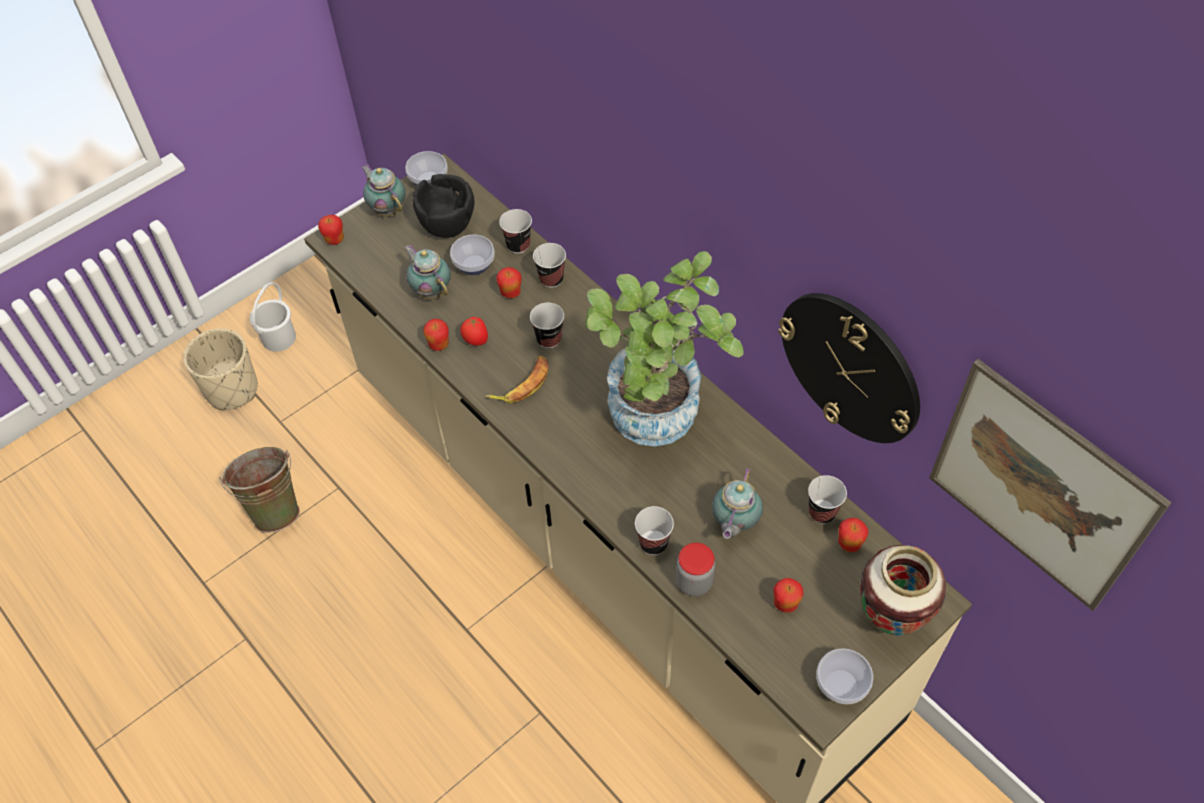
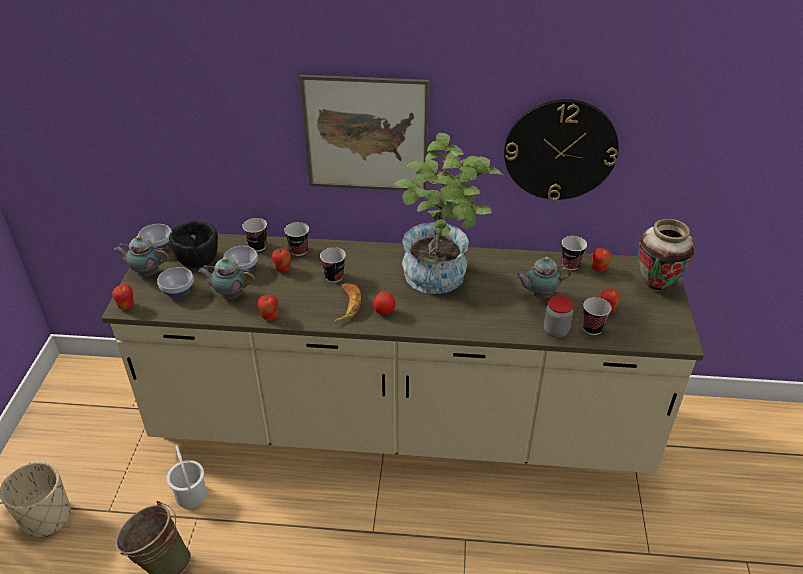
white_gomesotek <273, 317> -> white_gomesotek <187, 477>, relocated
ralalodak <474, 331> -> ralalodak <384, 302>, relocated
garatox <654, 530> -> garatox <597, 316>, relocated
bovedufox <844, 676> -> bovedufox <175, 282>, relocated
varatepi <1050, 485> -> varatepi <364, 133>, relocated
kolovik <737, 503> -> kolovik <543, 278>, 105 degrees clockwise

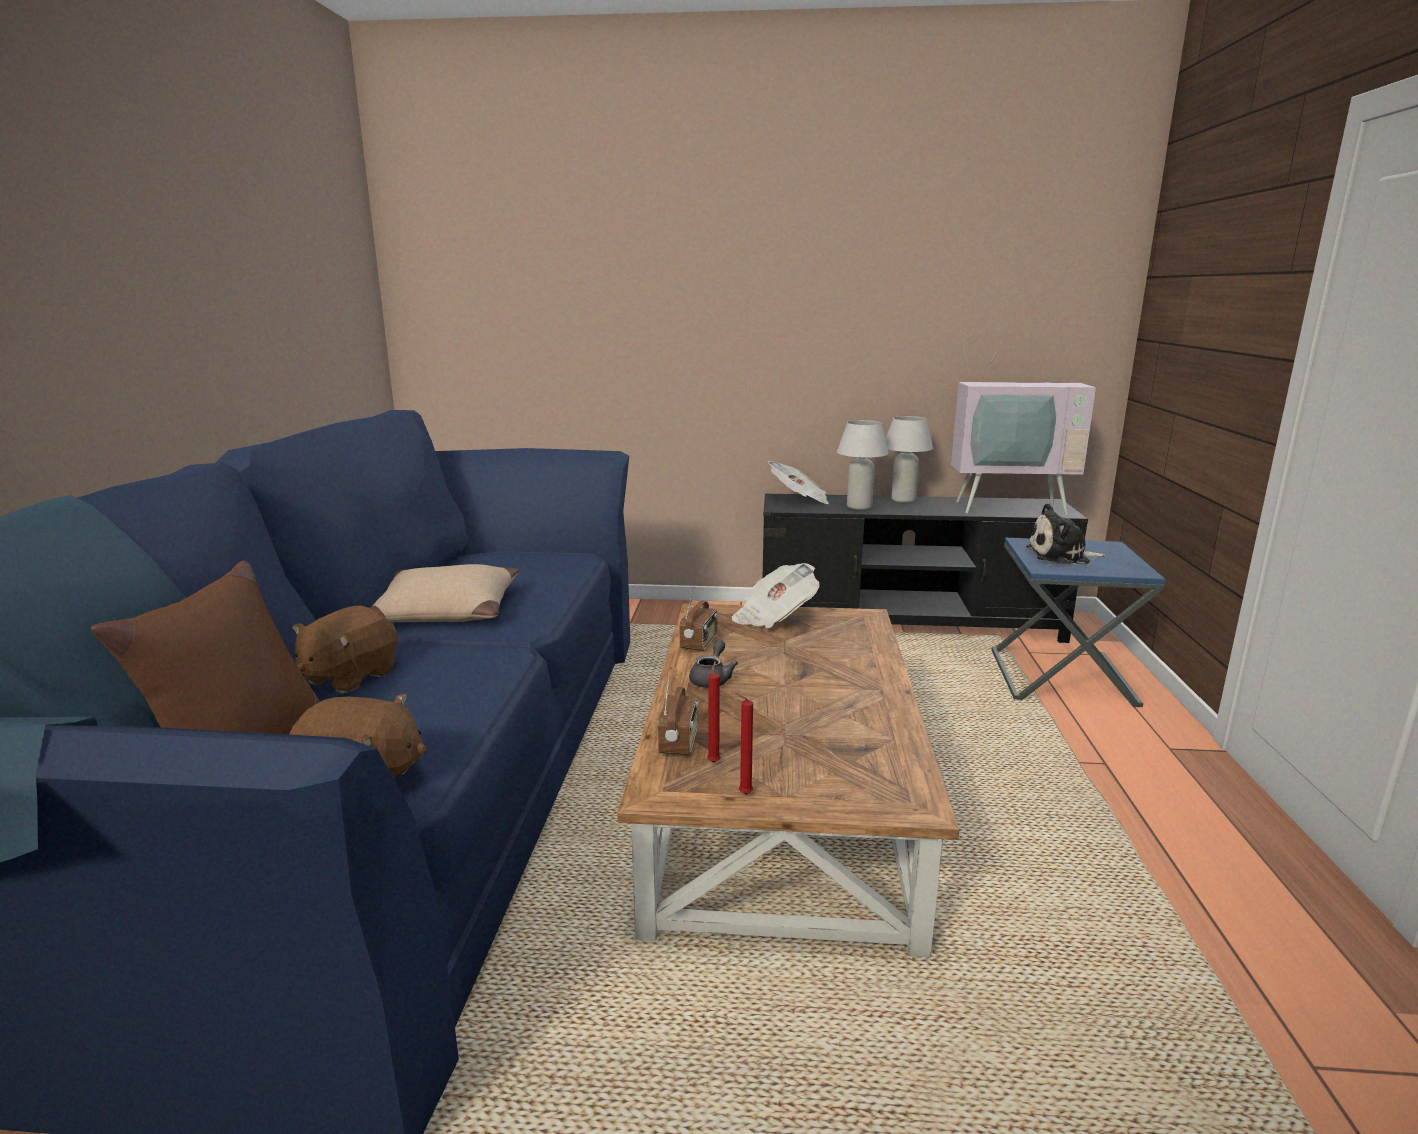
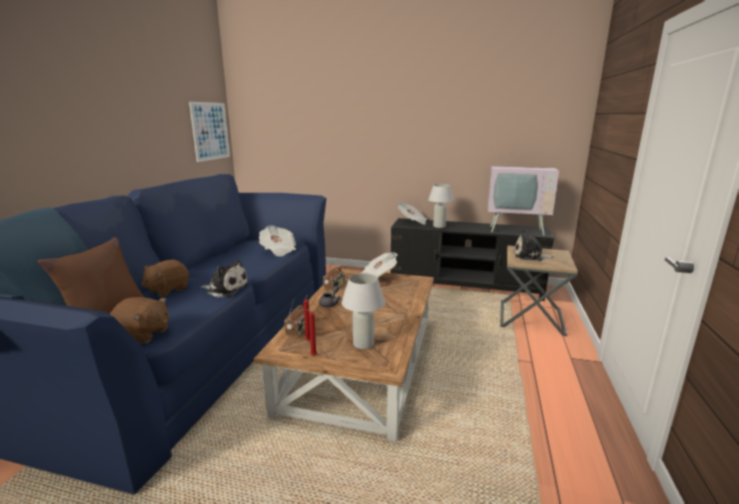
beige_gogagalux <444, 593> -> none
none -> varatepi <209, 132>
none -> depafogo <225, 278>
none -> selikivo <277, 241>
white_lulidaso <909, 459> -> white_lulidaso <363, 311>, relocated
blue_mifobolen <1078, 623> -> brown_mifobolen <539, 290>

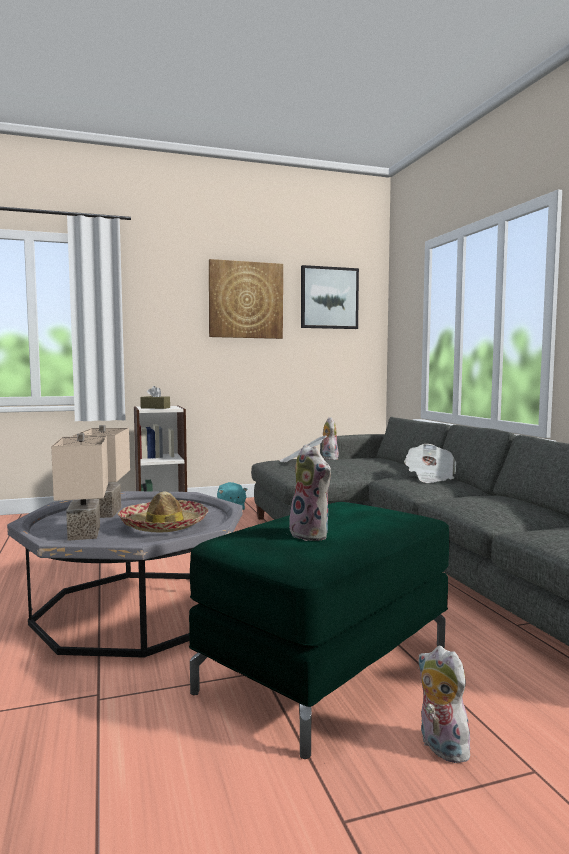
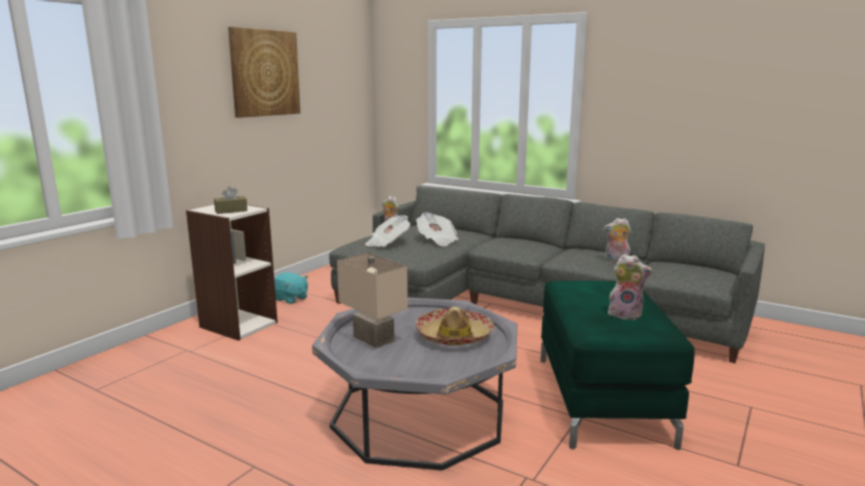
beige_lulidaso <79, 487> -> none
varatepi <330, 297> -> none
selikivo <430, 463> -> selikivo <437, 229>, relocated
depafogo <444, 704> -> depafogo <617, 241>, relocated

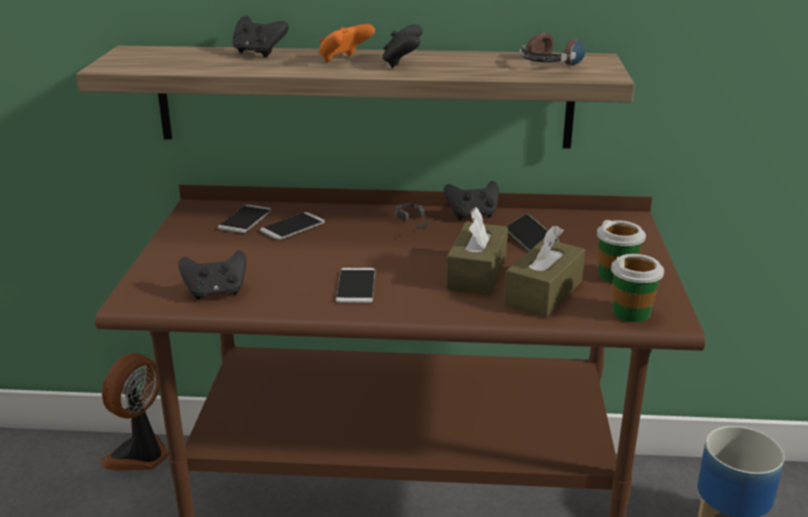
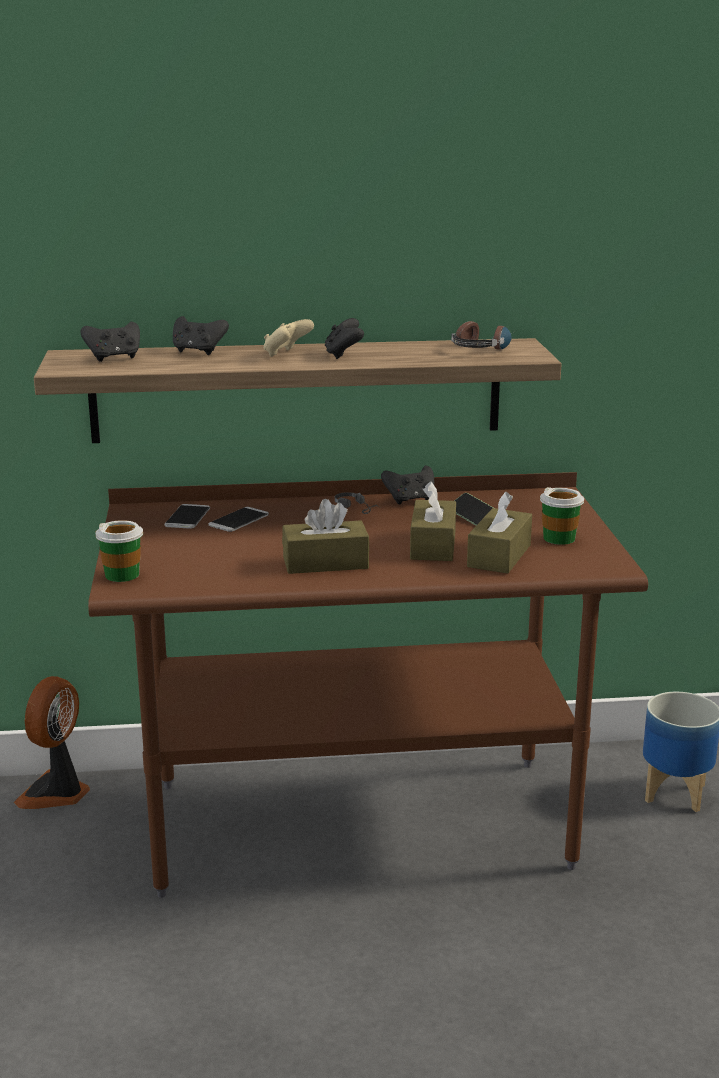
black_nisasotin <212, 274> -> black_nisasotin <110, 342>, relocated
garatox <637, 288> -> garatox <119, 551>, relocated
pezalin <355, 285> -> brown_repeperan <325, 536>
orange_nisasotin <347, 43> -> beige_nisasotin <289, 338>

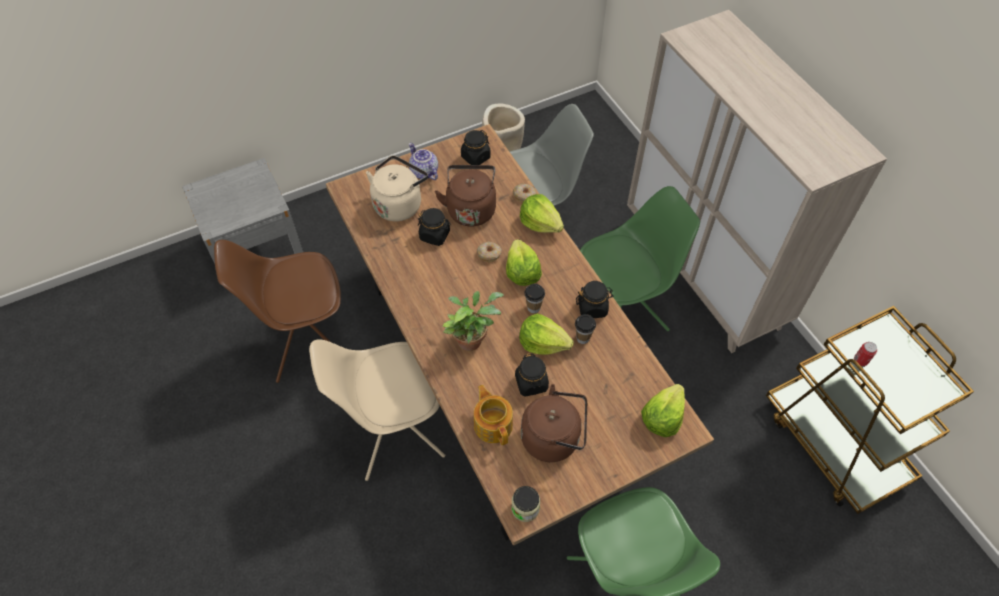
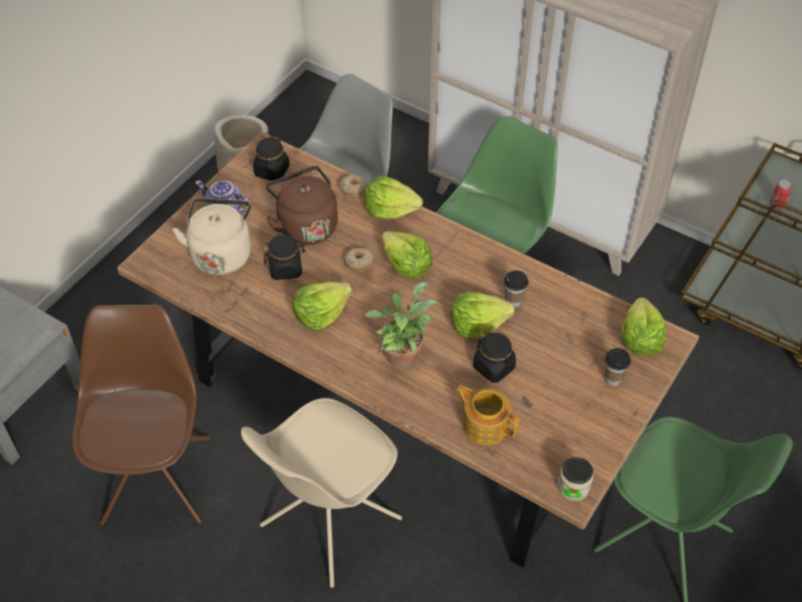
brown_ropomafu <554, 423> -> none
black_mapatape <595, 299> -> none
none -> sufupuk <322, 306>
garatox <534, 298> -> garatox <618, 367>, relocated
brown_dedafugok <277, 311> -> brown_dedafugok <141, 415>, 135 degrees clockwise

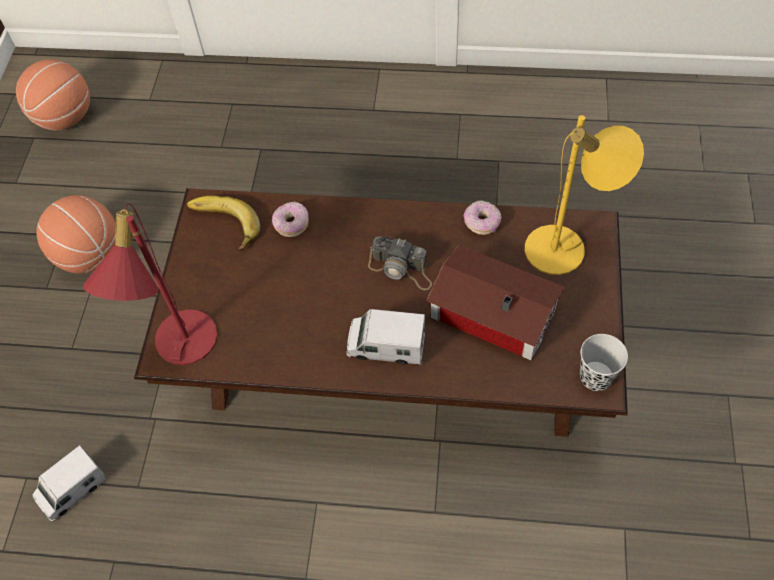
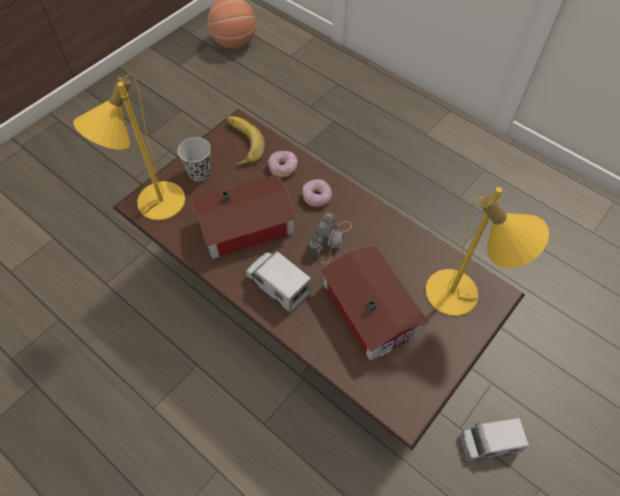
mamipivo <76, 234> -> none
none -> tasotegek <244, 217>
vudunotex <70, 483> -> vudunotex <494, 439>, relocated
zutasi <483, 217> -> zutasi <317, 193>, relocated
black_garatox <604, 362> -> black_garatox <194, 159>, relocated
red_lulidaso <150, 284> -> yellow_lulidaso <129, 147>
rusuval <400, 263> -> rusuval <330, 238>, 120 degrees counterclockwise

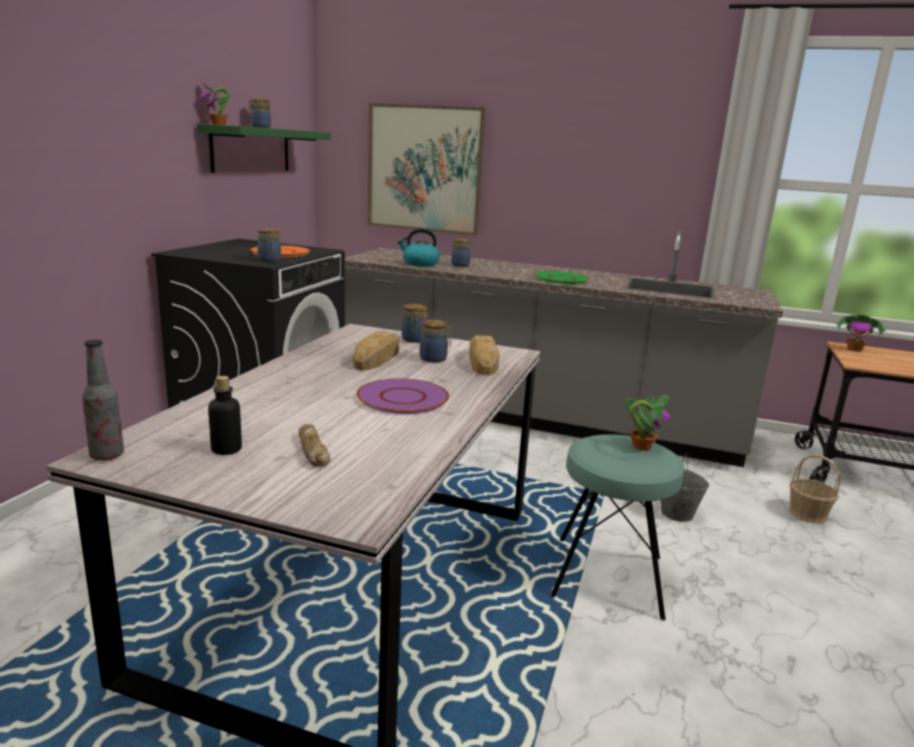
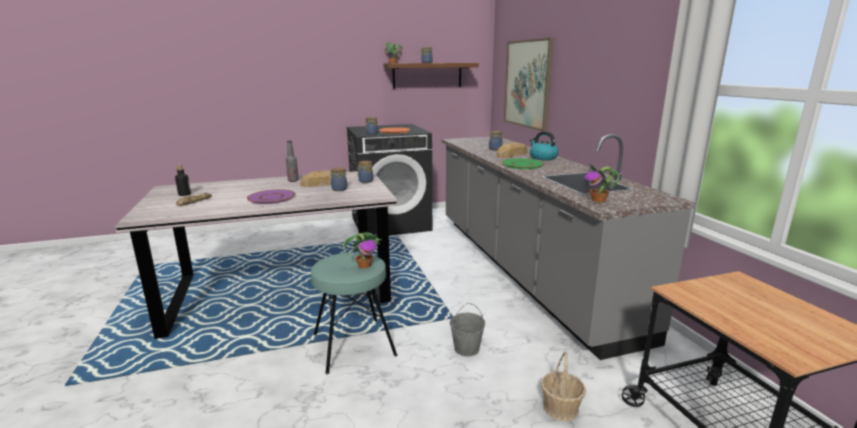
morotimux <103, 400> -> morotimux <292, 161>, relocated
ropomafu <419, 247> -> ropomafu <544, 145>, relocated
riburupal <484, 355> -> riburupal <512, 150>, relocated
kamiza <860, 333> -> kamiza <601, 182>, relocated
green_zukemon <264, 148> -> brown_zukemon <431, 75>

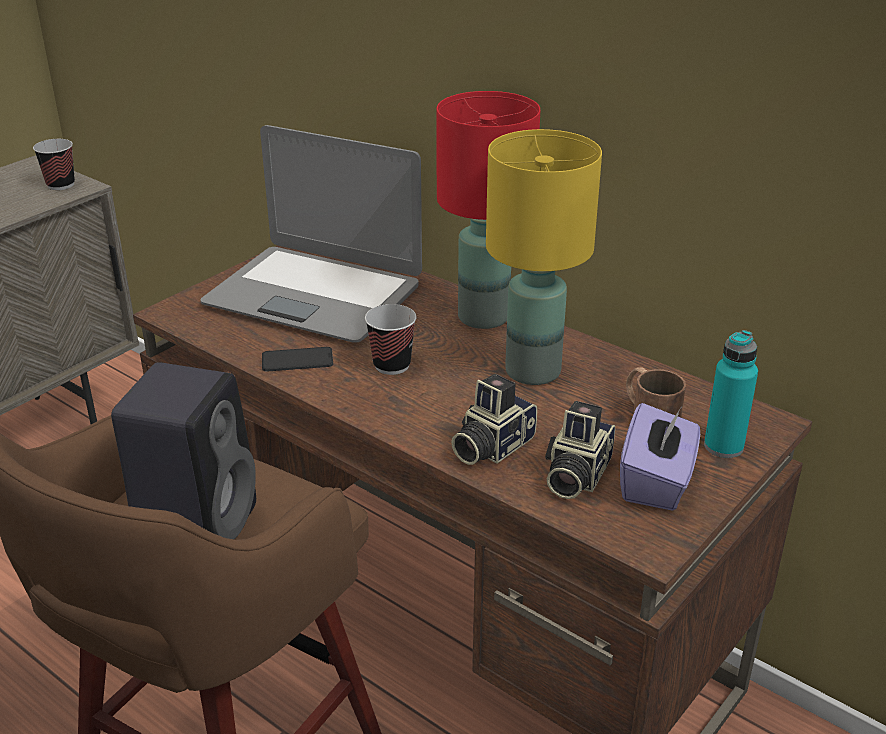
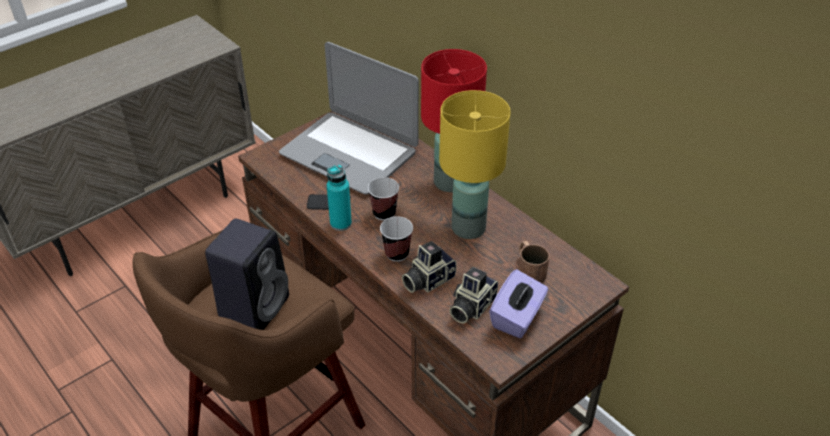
garatox <54, 164> -> garatox <396, 239>, relocated
turquoise_morotimux <731, 394> -> turquoise_morotimux <339, 198>, relocated

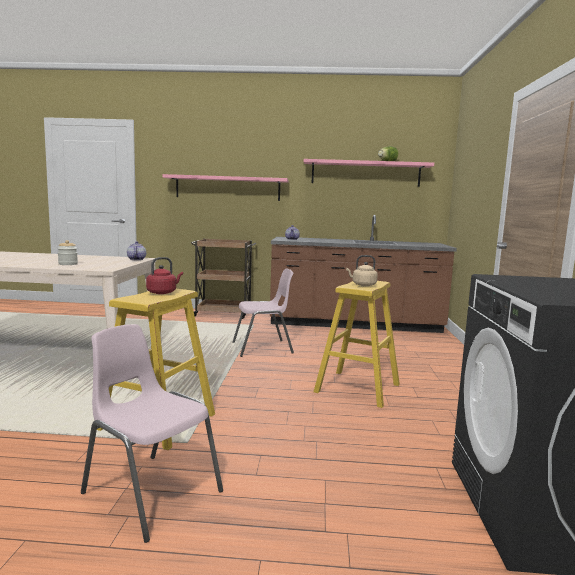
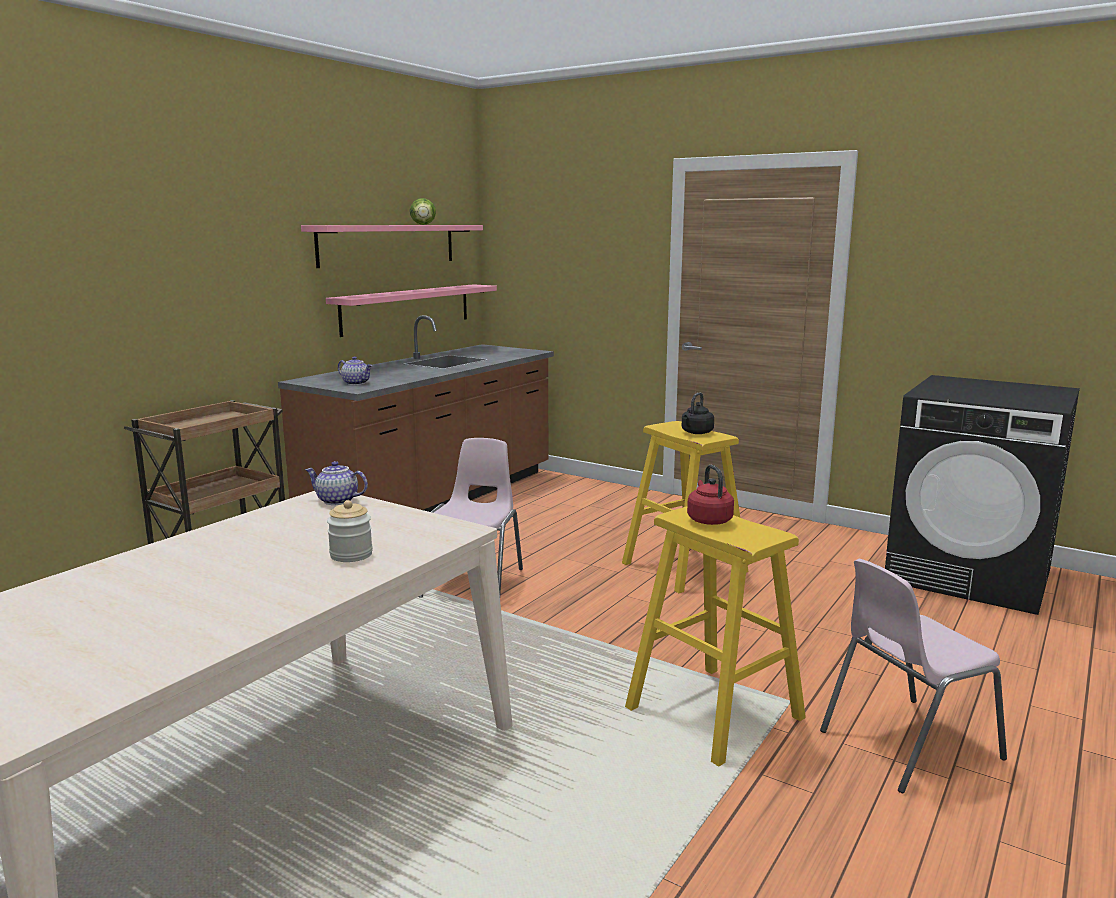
pink_zukemon <225, 187> -> pink_zukemon <411, 310>, relocated
beige_ropomafu <362, 270> -> black_ropomafu <698, 413>

